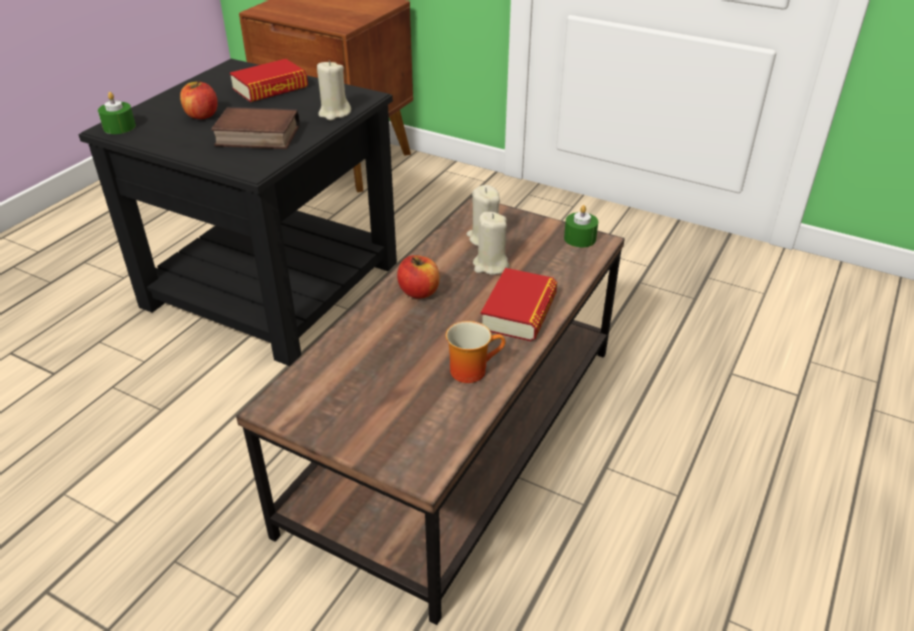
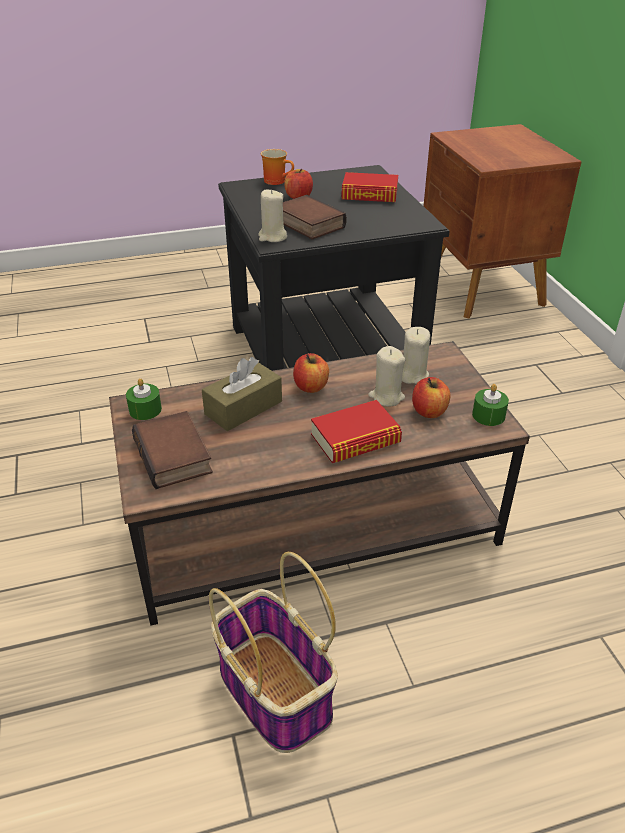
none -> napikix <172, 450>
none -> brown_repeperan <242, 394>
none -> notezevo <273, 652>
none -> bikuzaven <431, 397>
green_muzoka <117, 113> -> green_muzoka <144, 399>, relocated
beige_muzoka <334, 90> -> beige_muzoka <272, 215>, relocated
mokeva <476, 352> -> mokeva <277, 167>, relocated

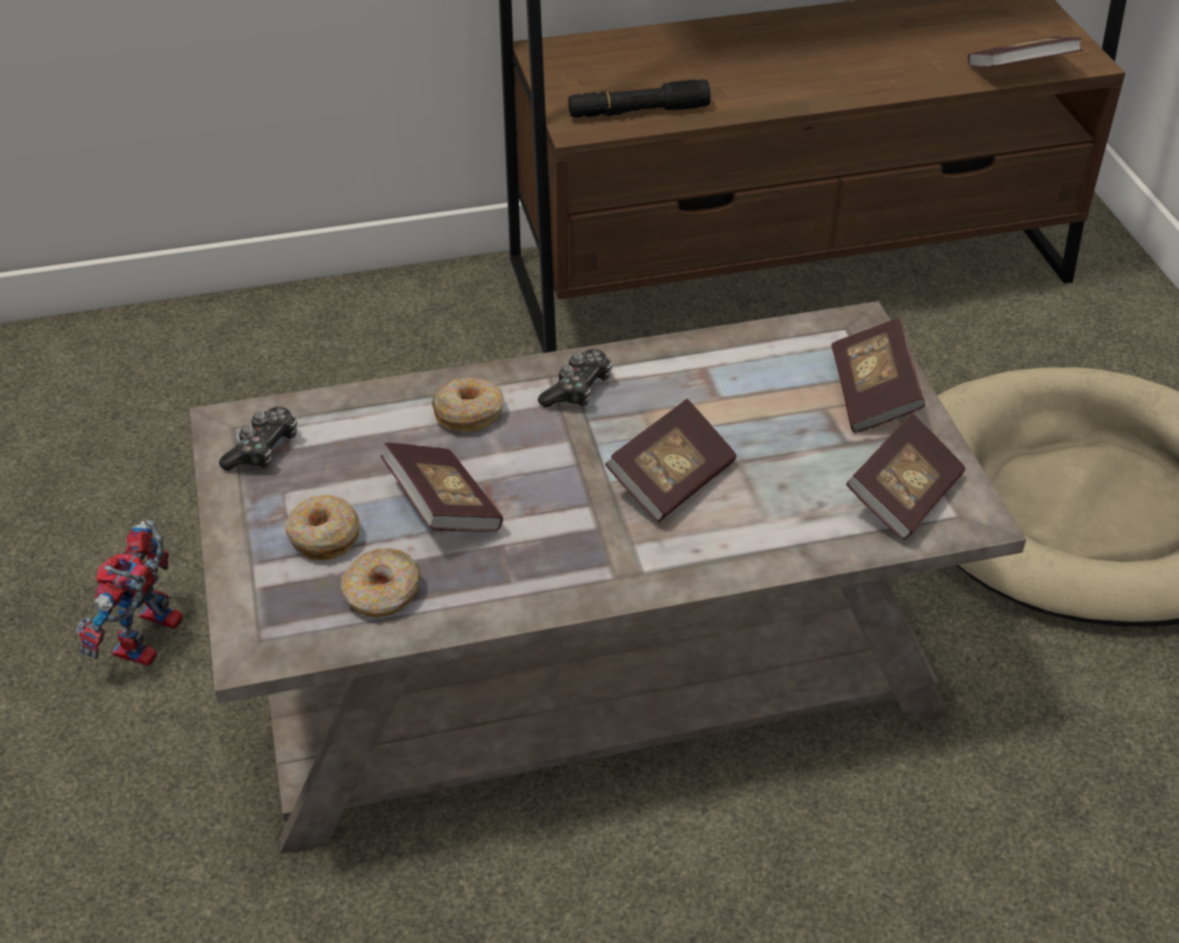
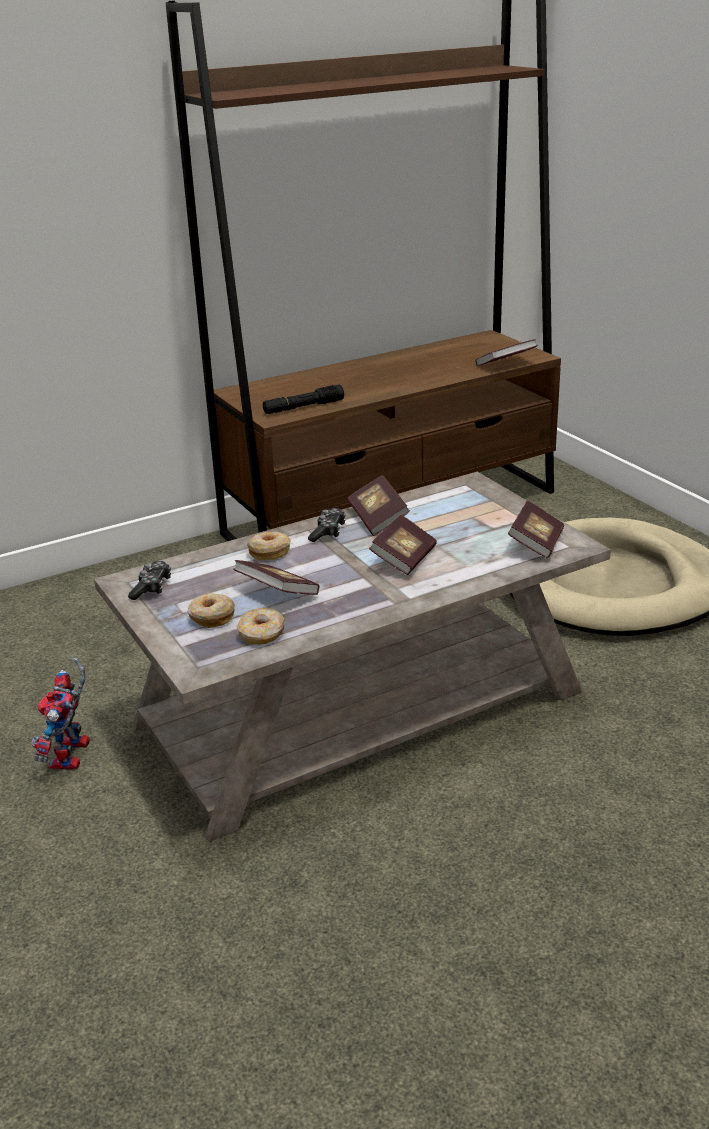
napikix <878, 376> -> napikix <379, 505>, relocated

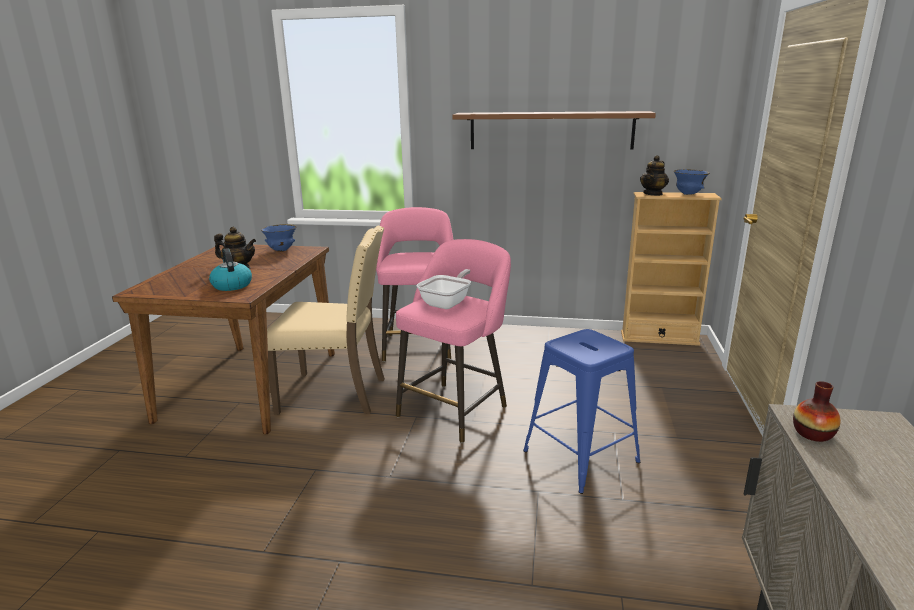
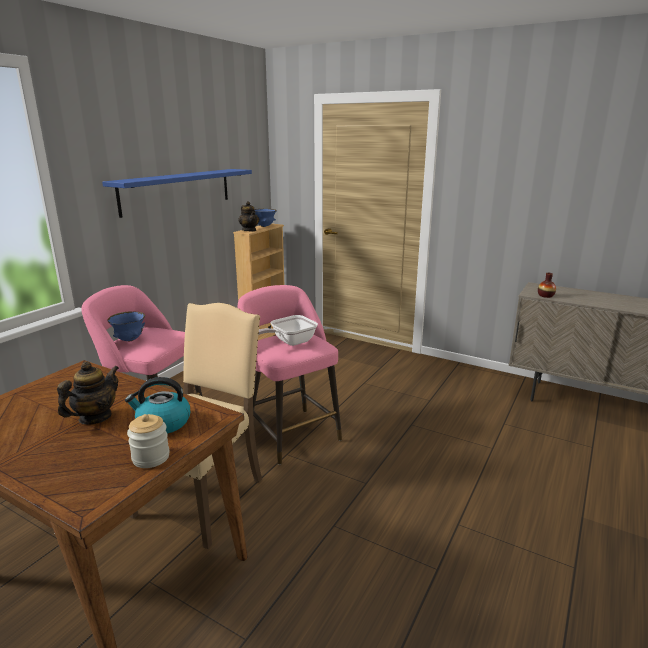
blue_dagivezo <582, 411> -> none
none -> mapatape <148, 441>
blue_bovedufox <279, 238> -> blue_bovedufox <126, 326>, relocated
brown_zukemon <554, 130> -> blue_zukemon <177, 193>
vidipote <444, 289> -> vidipote <288, 330>, 90 degrees counterclockwise

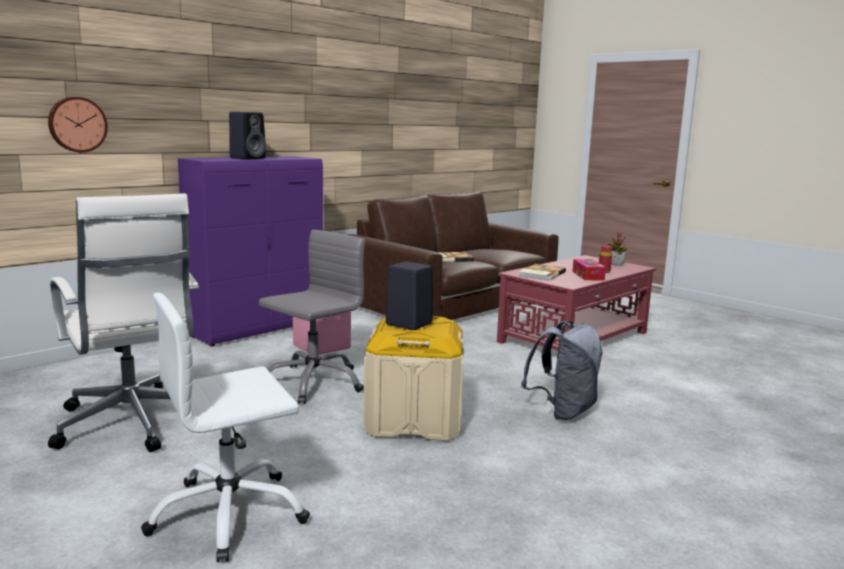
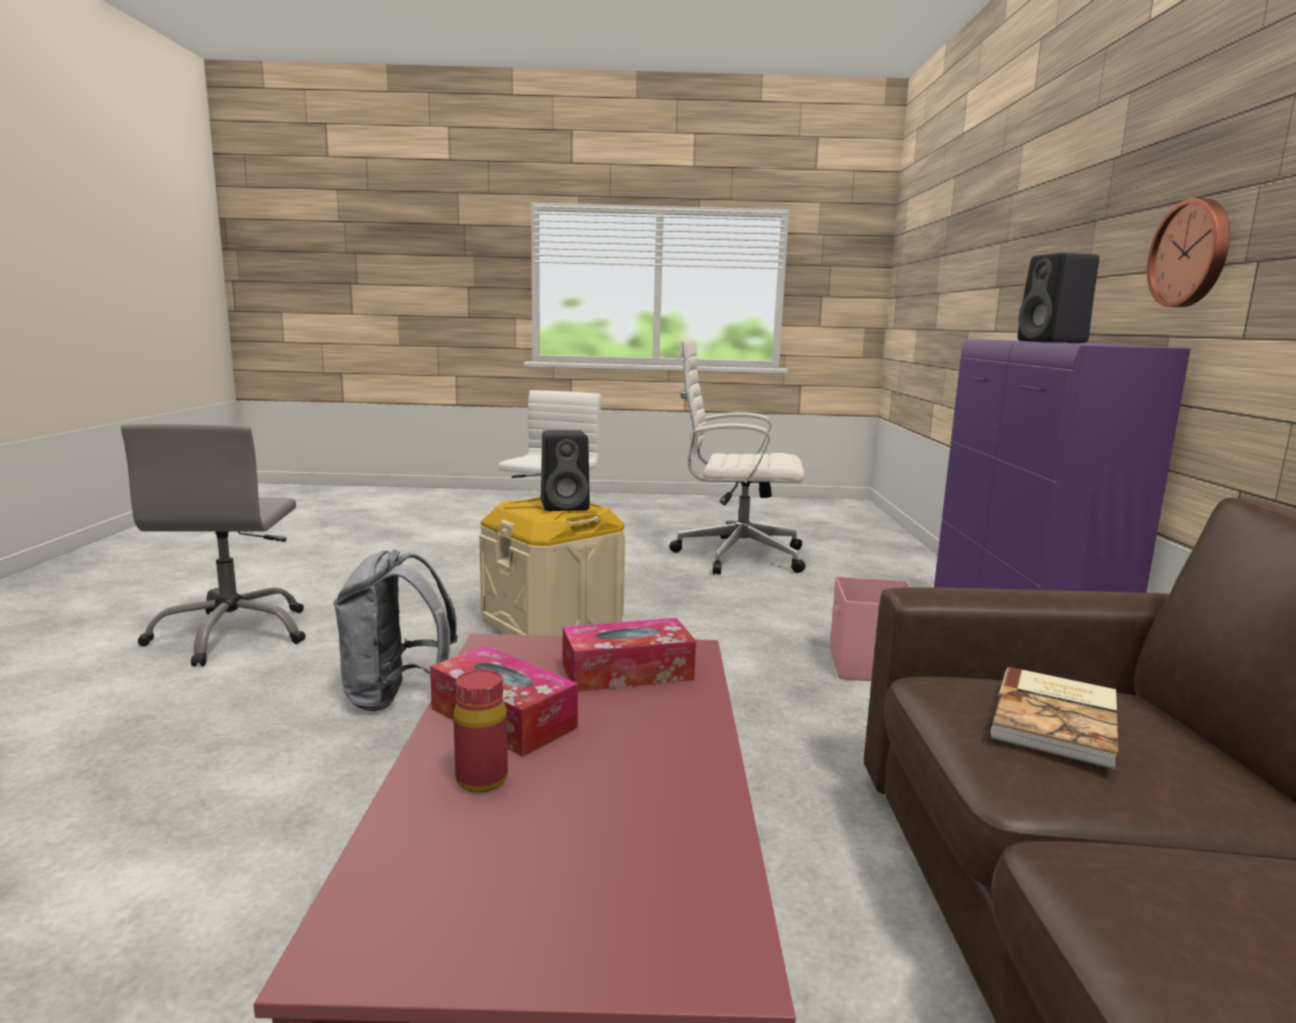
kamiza <617, 249> -> none
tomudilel <78, 125> -> tomudilel <1188, 252>, relocated
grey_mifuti <312, 317> -> grey_mifuti <213, 545>, relocated
napikix <542, 272> -> repeperan <629, 655>

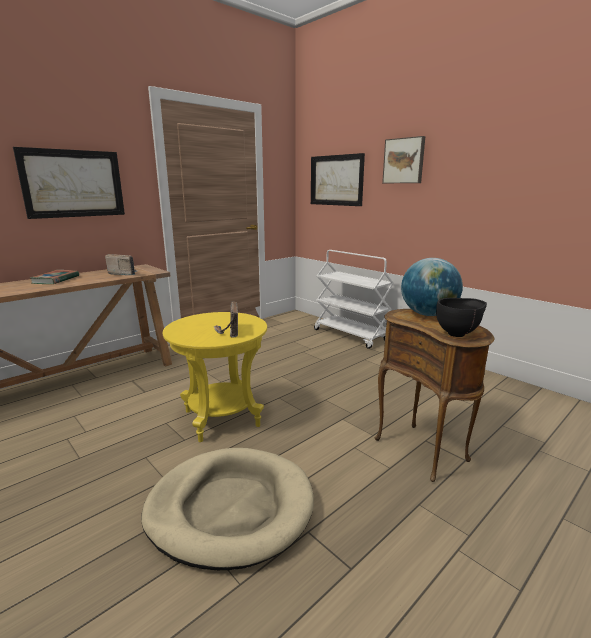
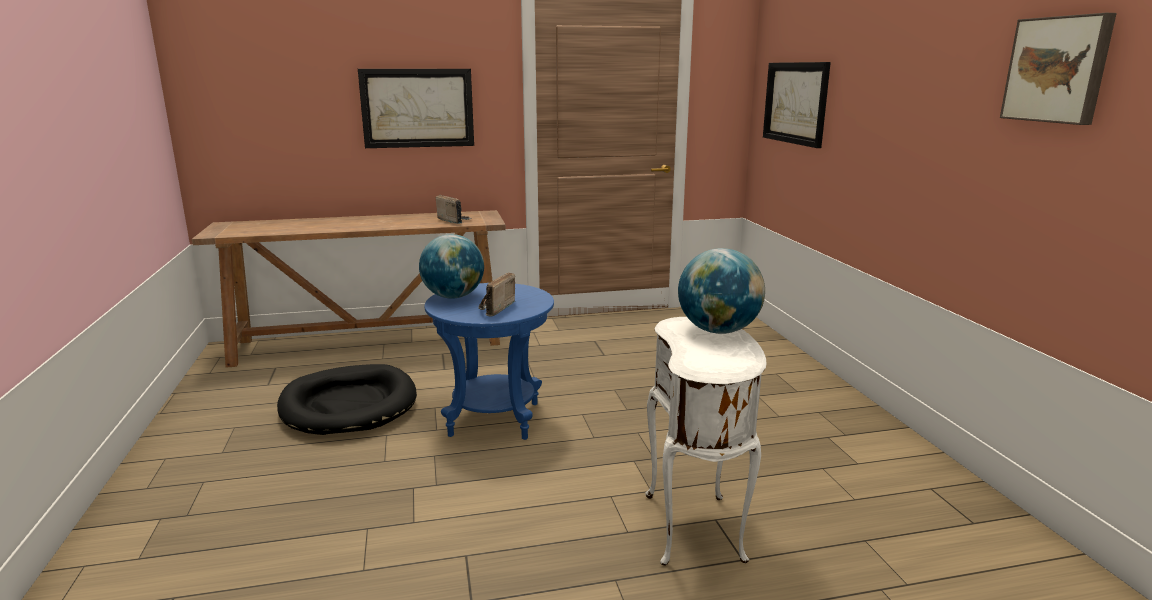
napikix <54, 277> -> none
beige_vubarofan <227, 509> -> none
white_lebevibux <354, 299> -> none
black_bovedufox <461, 317> -> none
none -> black_vubarofan <347, 399>
none -> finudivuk <451, 266>
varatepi <403, 159> -> varatepi <1058, 69>, relocated
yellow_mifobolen <215, 377> -> blue_mifobolen <489, 361>
brown_mifobolen <434, 395> -> white_mifobolen <705, 441>

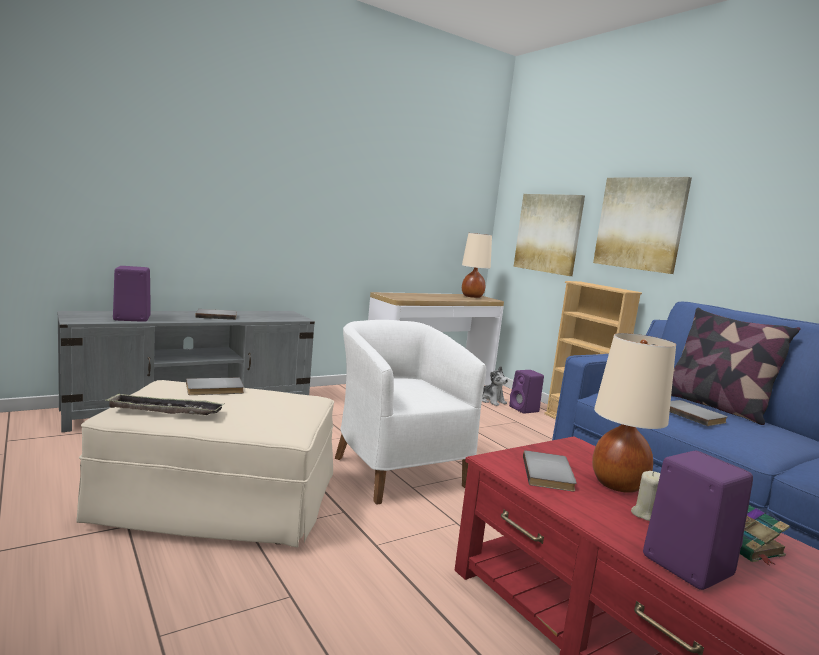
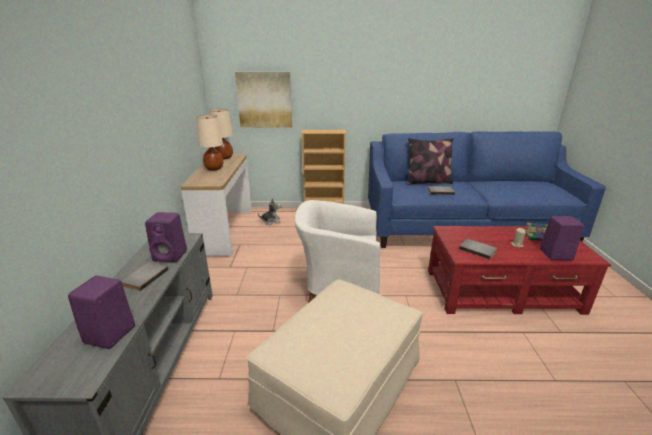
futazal <165, 404> -> none
grey_napikix <215, 386> -> none
varatepi <642, 225> -> none
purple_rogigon <526, 392> -> purple_rogigon <166, 237>, relocated
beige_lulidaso <634, 413> -> beige_lulidaso <209, 143>, relocated

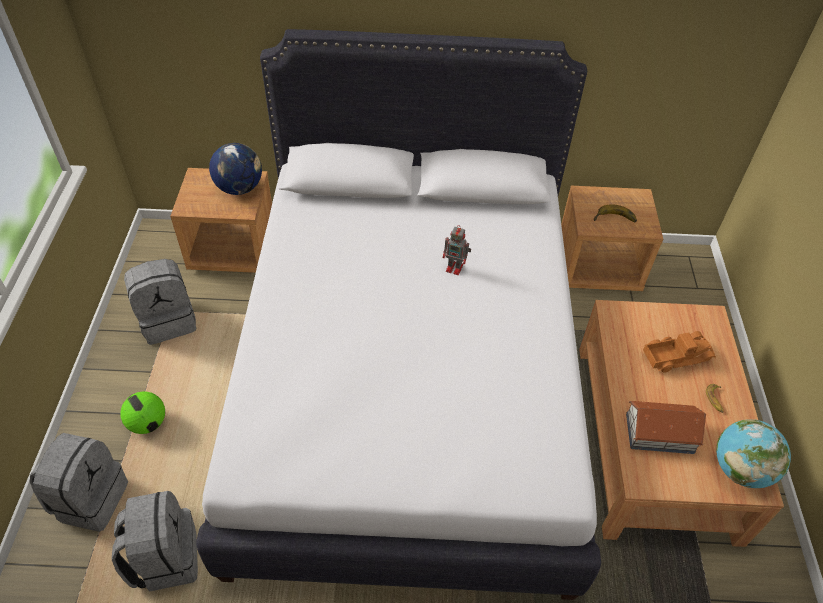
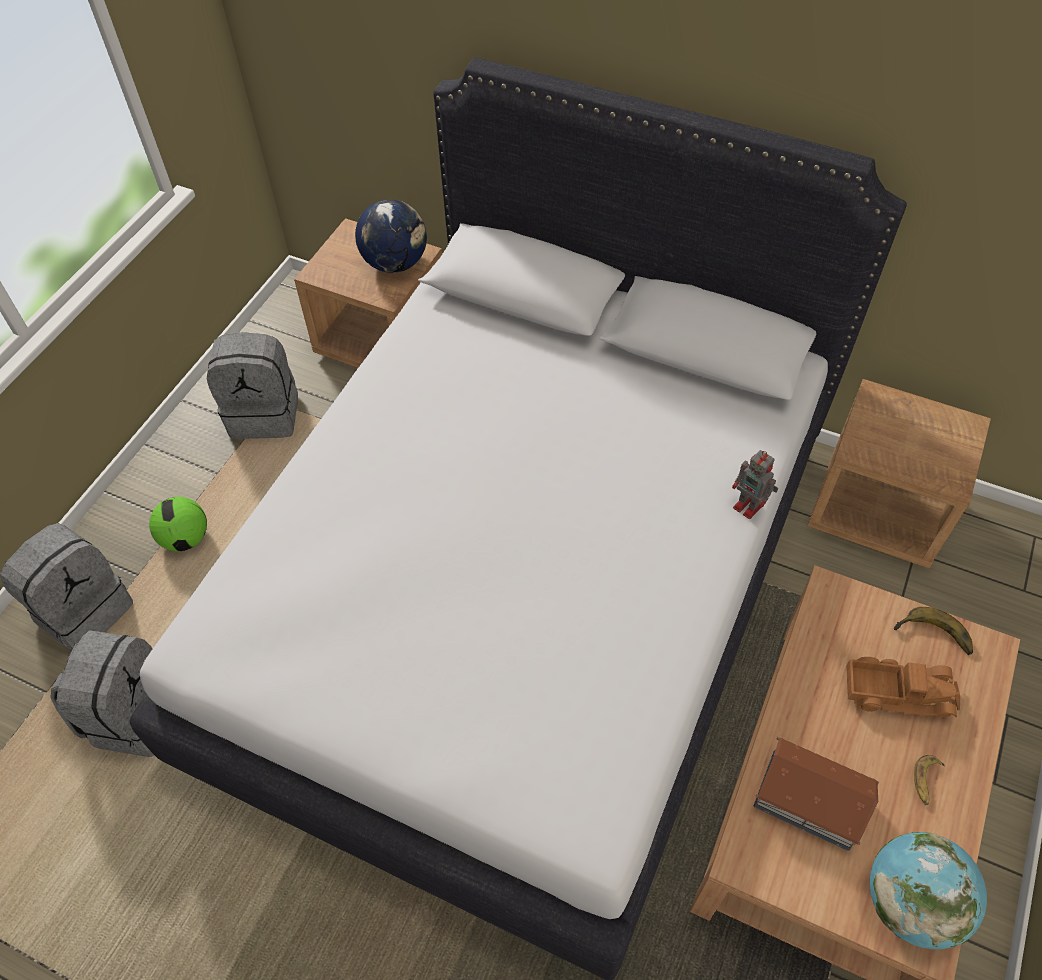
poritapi <457, 250> -> poritapi <755, 484>, relocated
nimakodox <615, 213> -> nimakodox <933, 631>, relocated

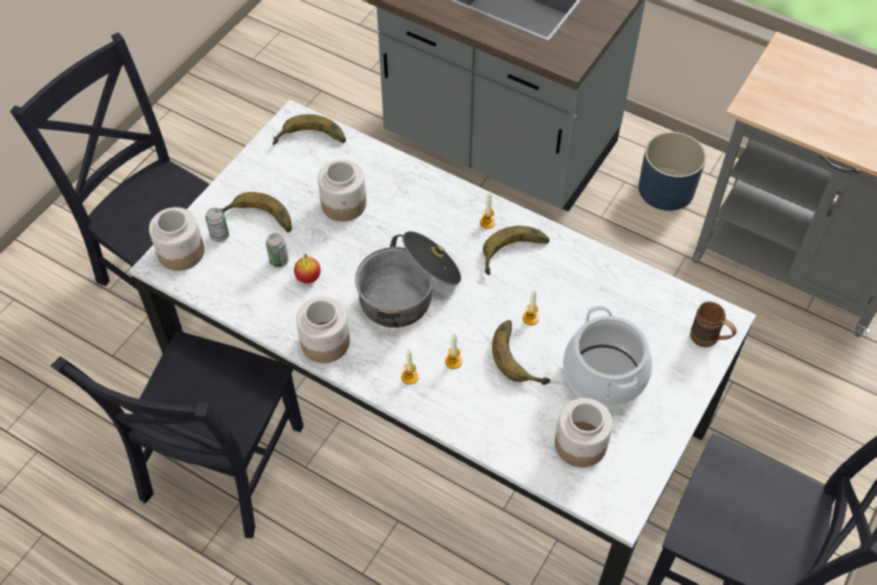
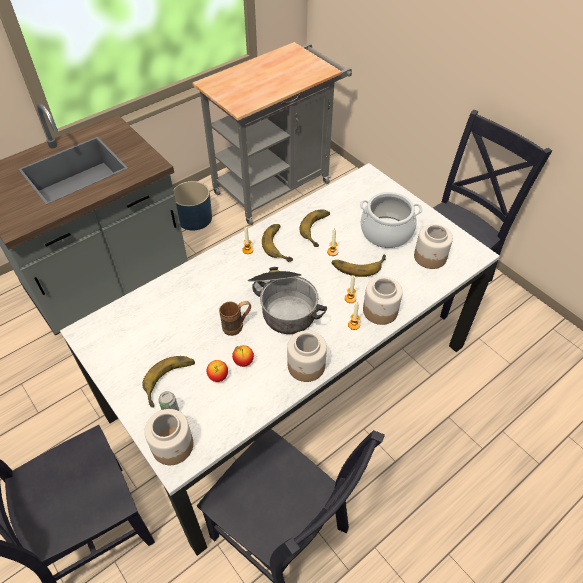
nimakodox <309, 129> -> nimakodox <315, 228>, relocated
mapatape <342, 190> -> mapatape <383, 301>, relocated
brown_mokeva <713, 324> -> brown_mokeva <235, 318>, relocated
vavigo <277, 250> -> bikuzaven <217, 371>

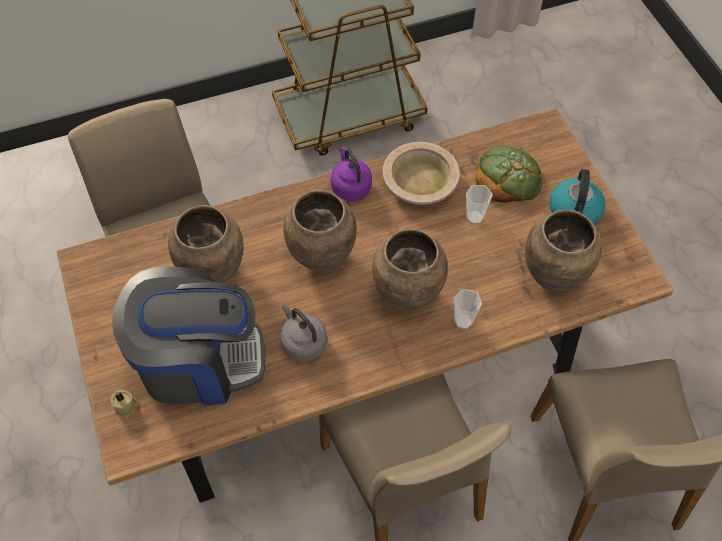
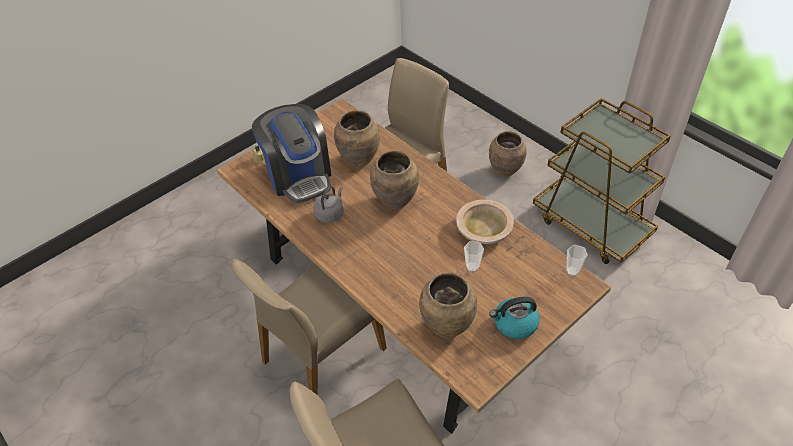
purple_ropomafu <351, 174> -> none
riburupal <509, 174> -> none
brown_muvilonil <410, 270> -> brown_muvilonil <508, 154>, relocated
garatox <467, 309> -> garatox <577, 260>, relocated

